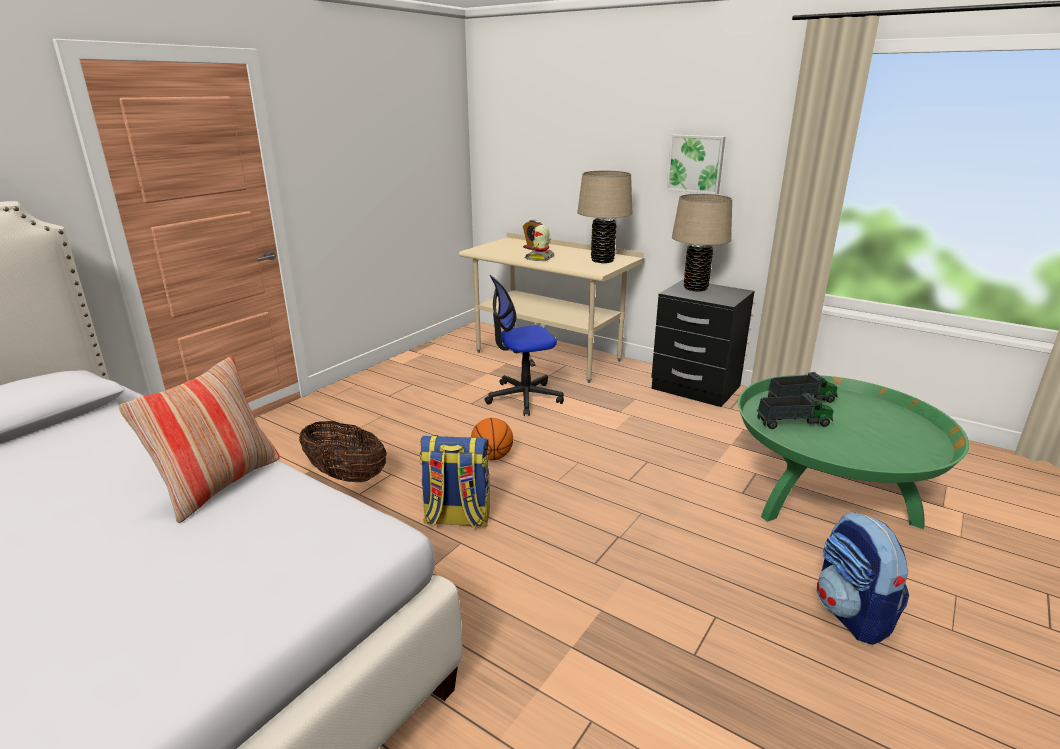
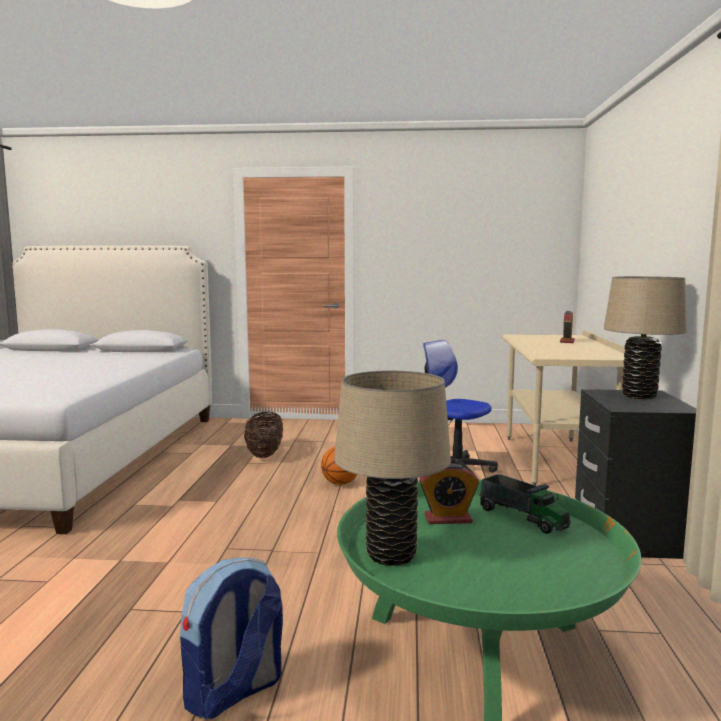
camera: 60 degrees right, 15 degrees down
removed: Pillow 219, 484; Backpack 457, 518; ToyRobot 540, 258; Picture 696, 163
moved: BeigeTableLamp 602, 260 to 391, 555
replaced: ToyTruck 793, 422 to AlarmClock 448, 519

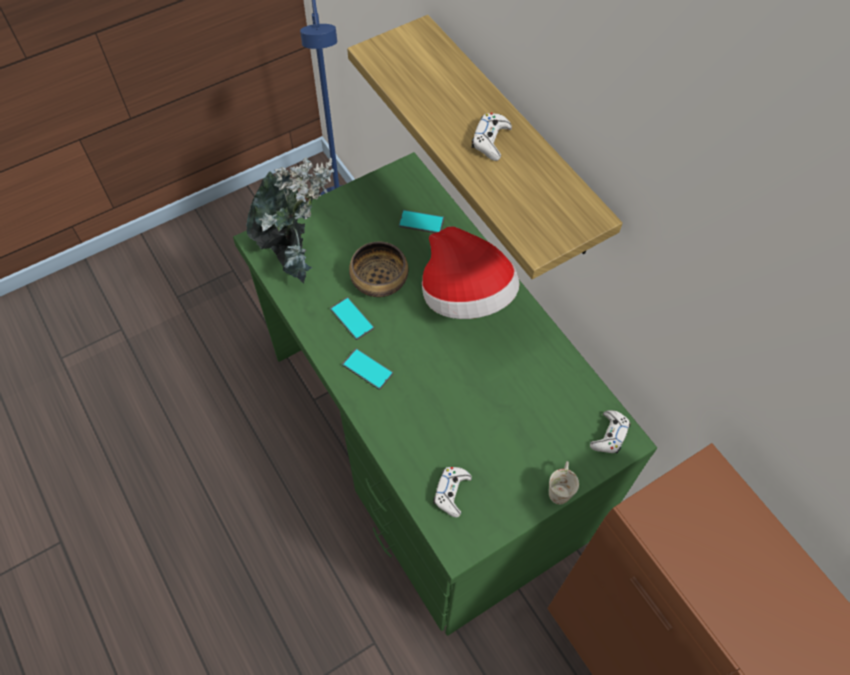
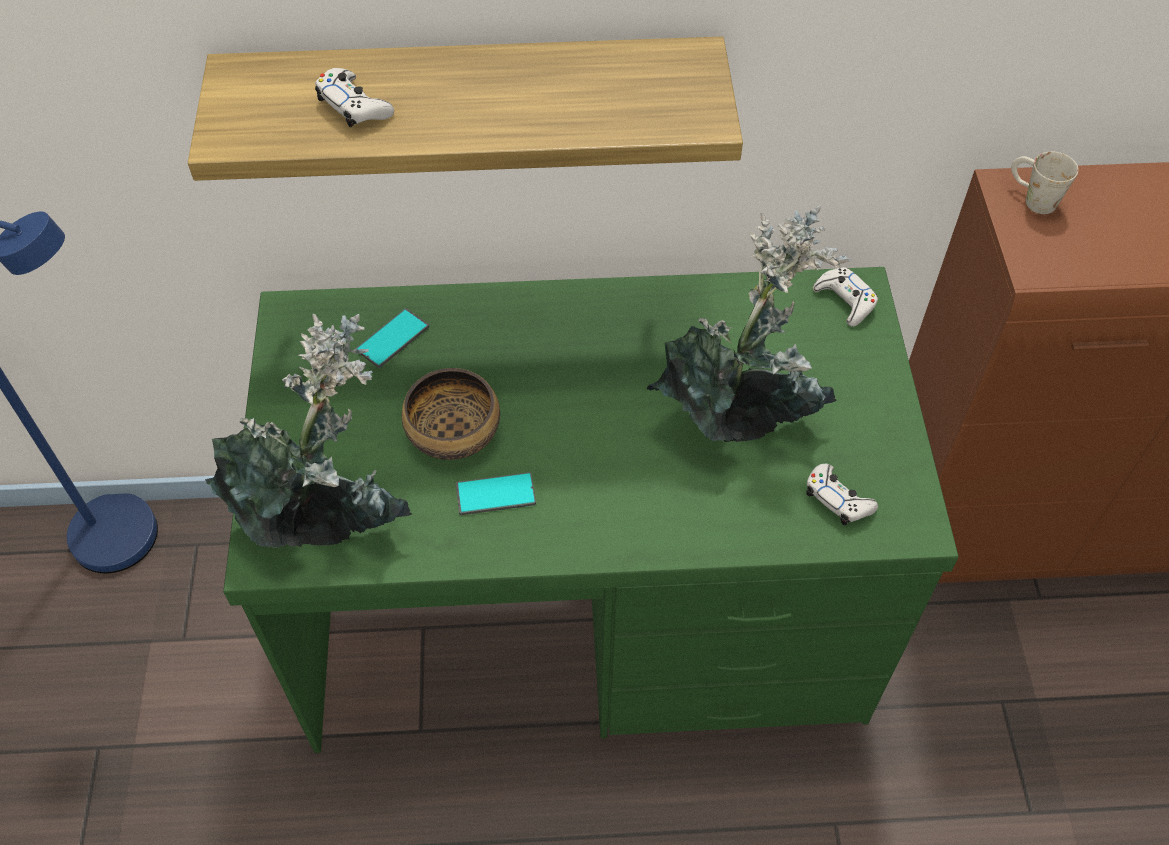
camera: 60 degrees left, 5 degrees down
removed: Phone 367, 369; Hat 466, 296
added: PottedPlant 740, 416
moved: WhiteGameController 490, 141 to 354, 106; WhiteMug 560, 487 to 1031, 198

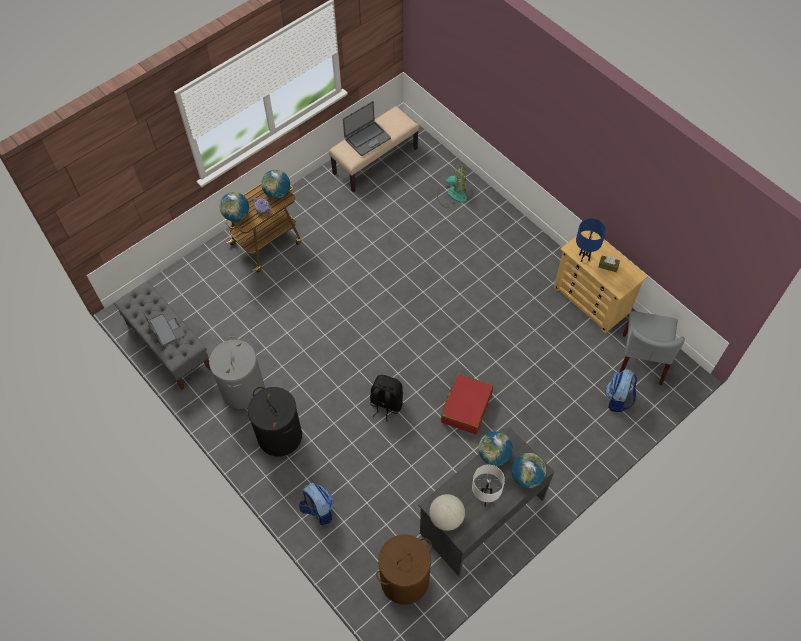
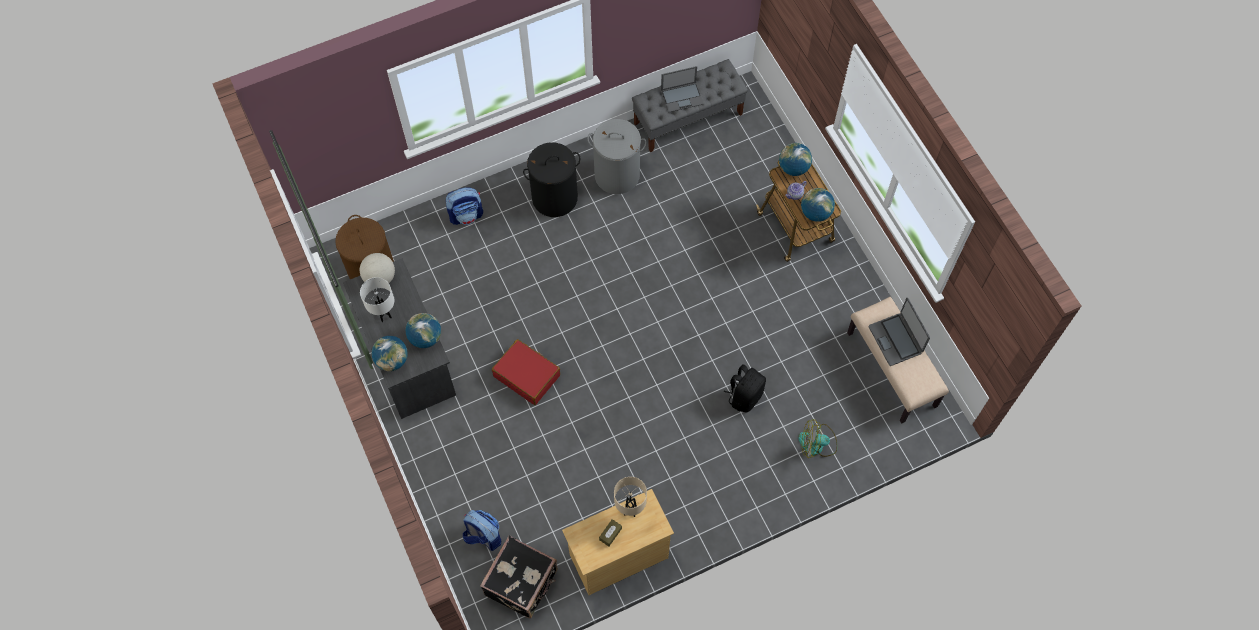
camera: 105 degrees right, 5 degrees up
moved: BlackBackpack 386, 404 to 744, 396
replaced: GreyChair 642, 359 to BlackSuitcase 522, 583
recoloured: BlueTableLamp 584, 257 to BeigeTableLamp 630, 511
turned: Fan 452, 194 = 817, 444 75 degrees clockwise

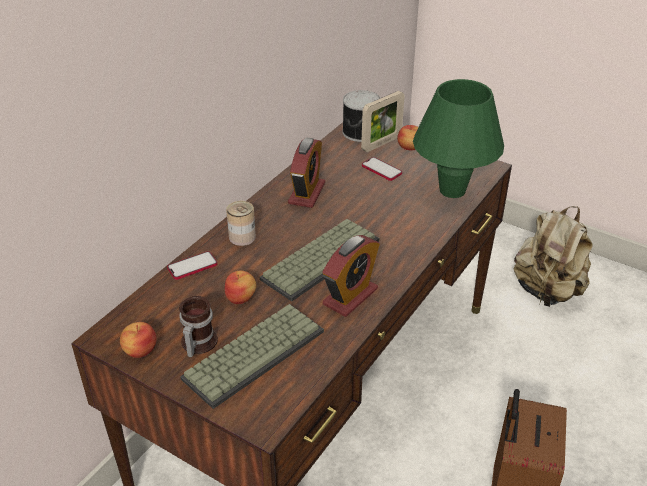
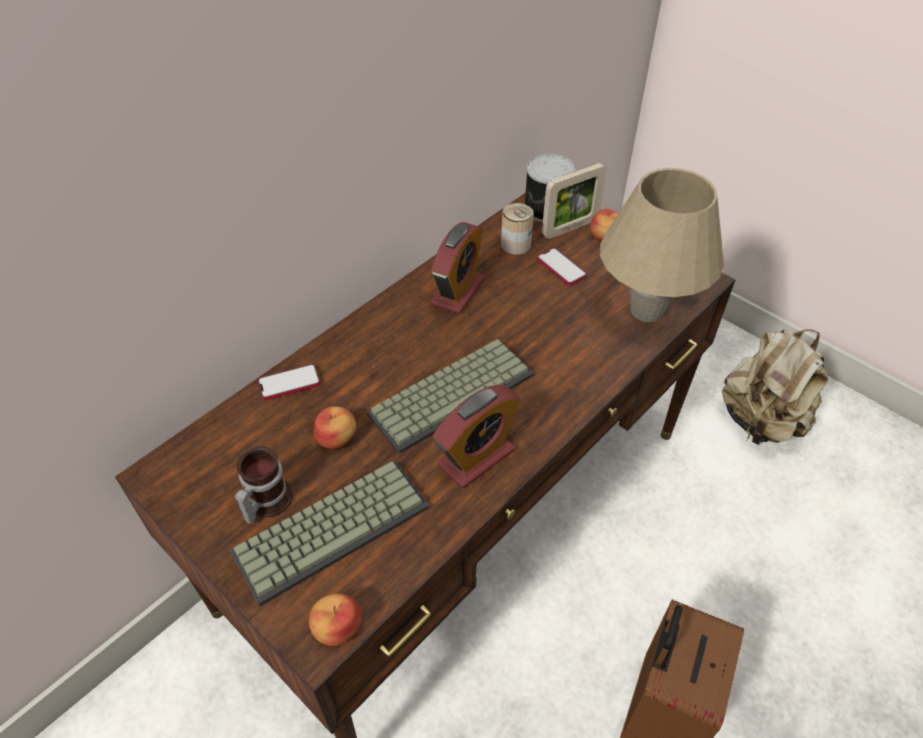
camera: 10 degrees right, 10 degrees up
moved: Apple 140, 350 to 337, 627; Can 242, 237 to 515, 244
recoloured: GreenTableLamp 452, 190 to BeigeTableLamp 647, 310

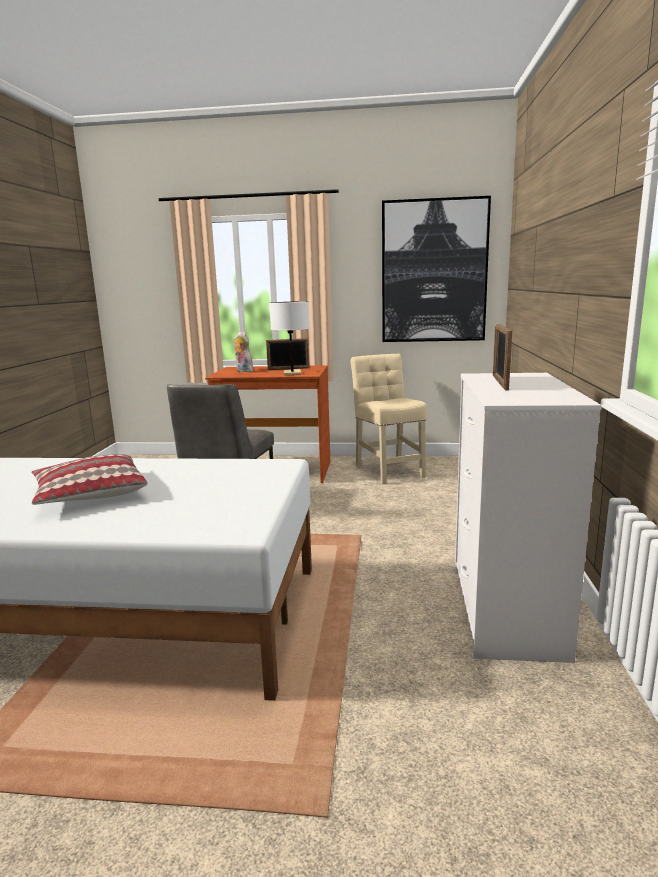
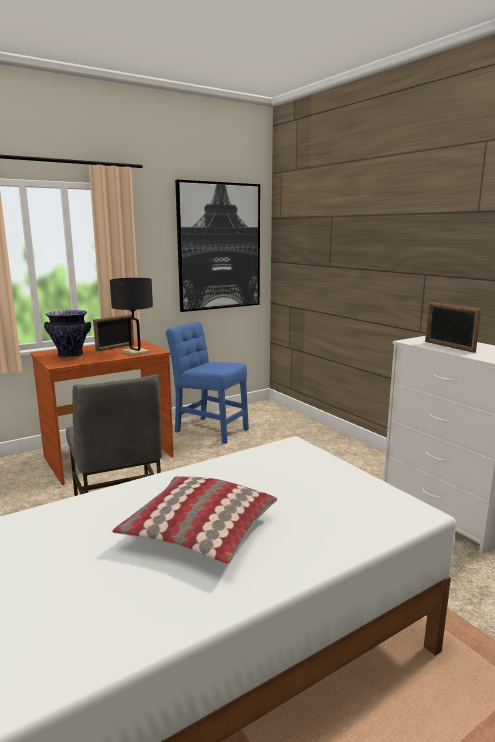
camera: 40 degrees left, 0 degrees up
replaced: PlushToy 243, 371 to Vase 70, 355
recoloured: WhiteTableLamp 292, 373 to BlackTableLamp 135, 352; BeigeChair 388, 470 to BlueChair 209, 429

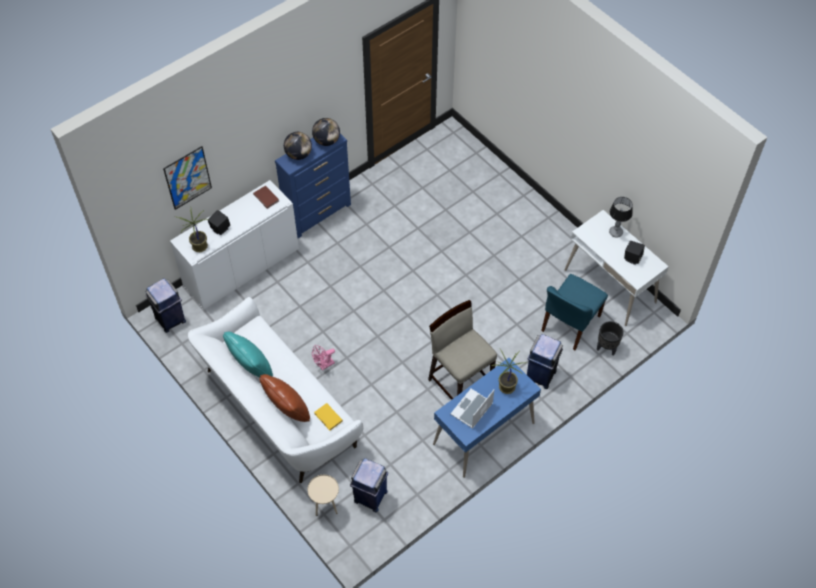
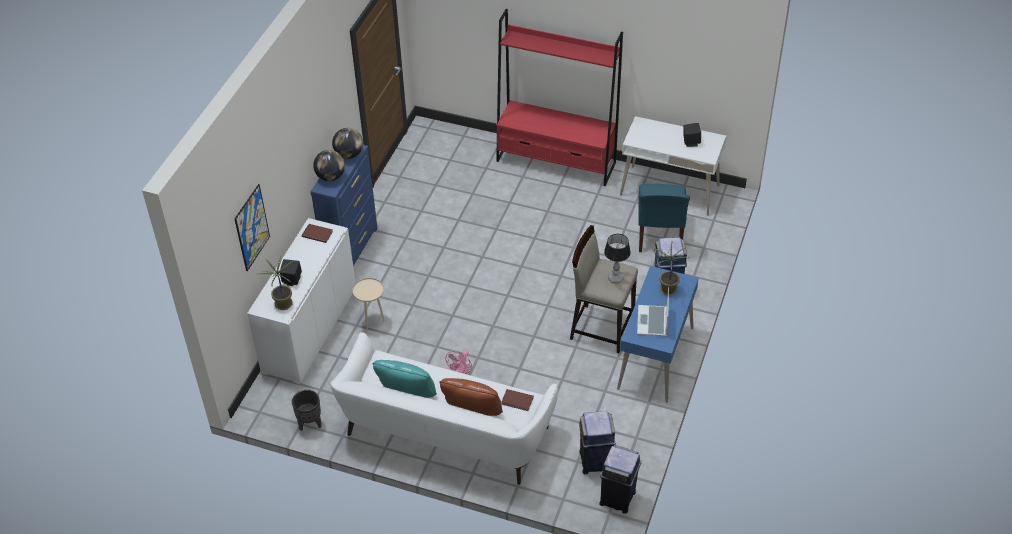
camera: 30 degrees left, 10 degrees down
added: RedBookcase 556, 162
moved: BlueTrashCan 170, 320 to 618, 498; BeigeSideTable 326, 508 to 372, 322; BlackPlanter 606, 348 to 309, 424; TableLamp 616, 232 to 616, 278
recoloured: YellowBook 328, 418 to BrownBook 517, 401

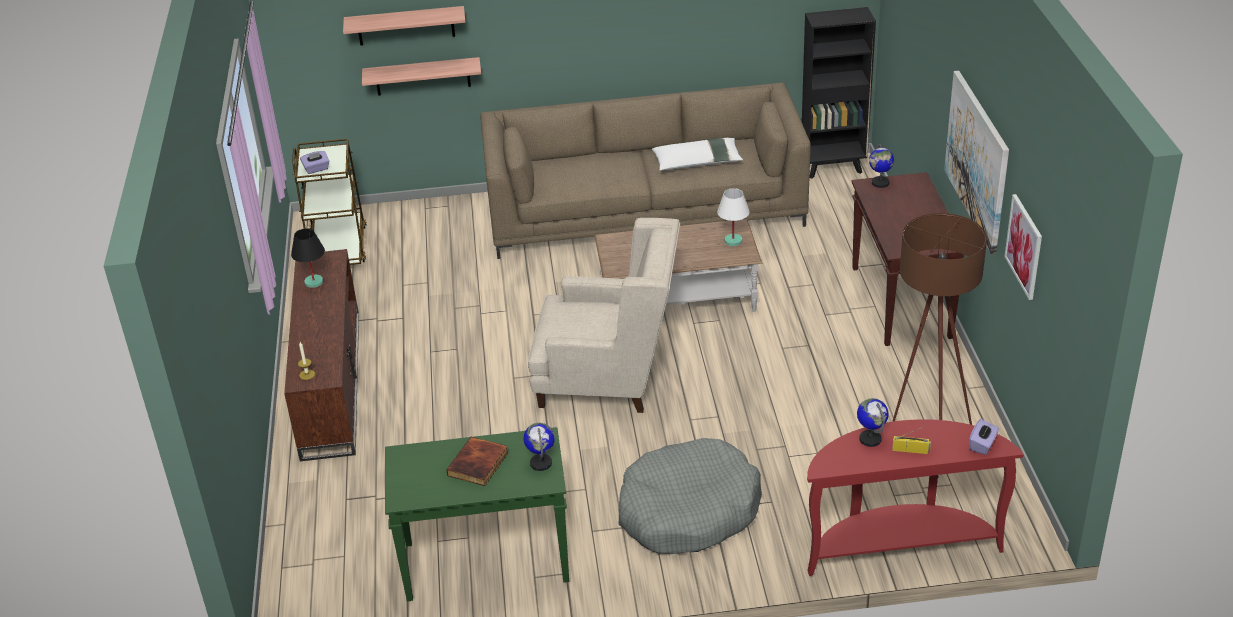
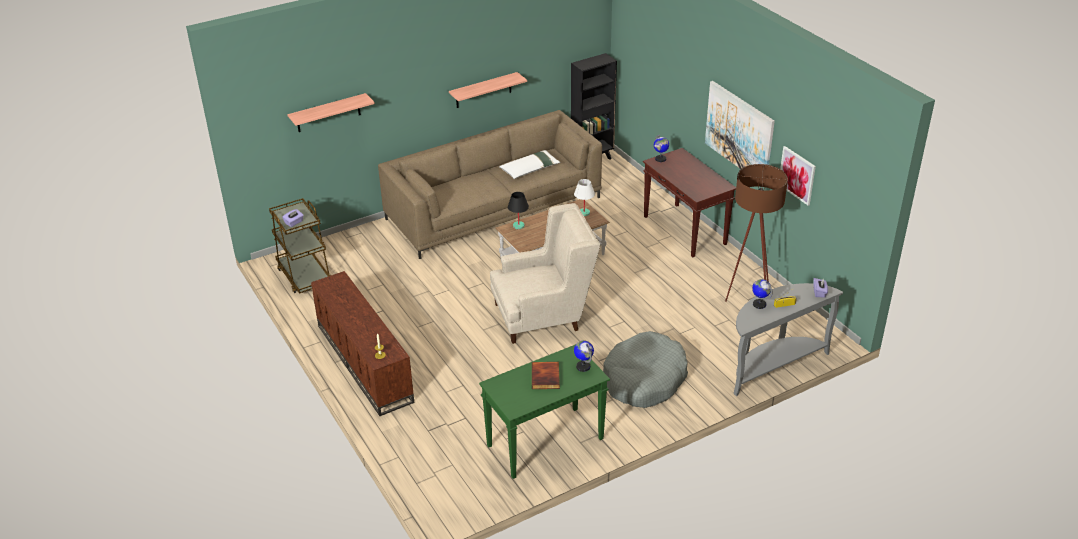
camera: 25 degrees left, 0 degrees up
moved: BlackTableLamp 313, 282 to 518, 226; Shelf 422, 76 to 483, 90
recoloured: RedConsoleTable 899, 545 to GreyConsoleTable 772, 365

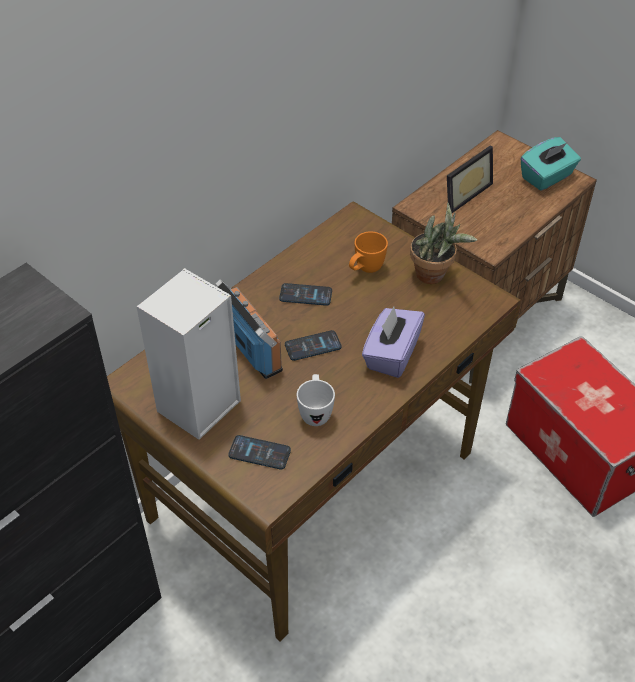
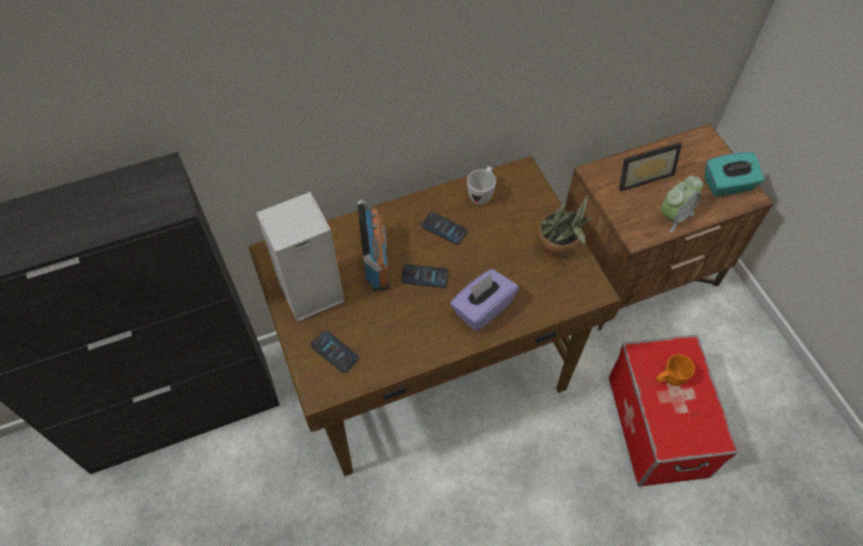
camera: 25 degrees right, 10 degrees up
added: AlarmClock 674, 216
moved: WhiteMug 315, 412 to 482, 194; OrangeMug 365, 270 to 668, 380

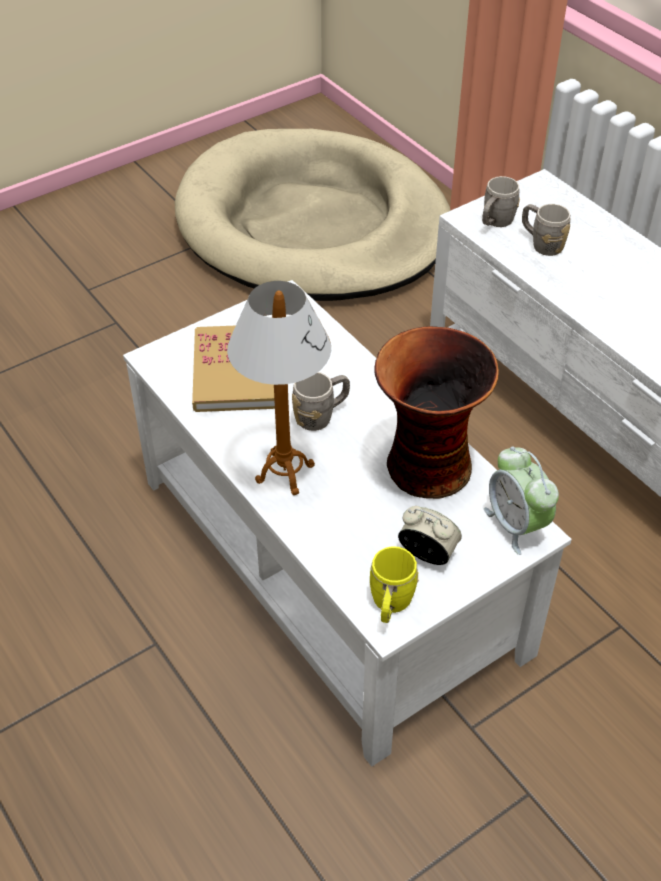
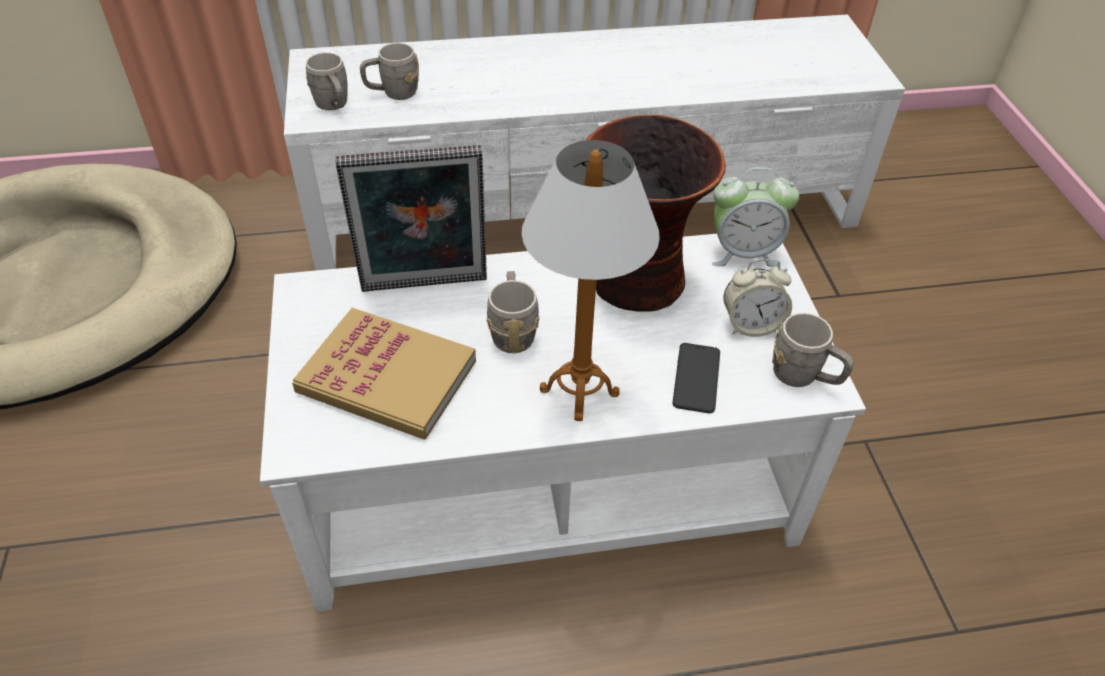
camera: 65 degrees left, 0 degrees up
added: PictureFrame 425, 287; Phone 696, 378
recoloured: YellowMug 390, 605 to GreyMug 804, 377
turned: AlarmClock 427, 554 = 751, 325 150 degrees counterclockwise

